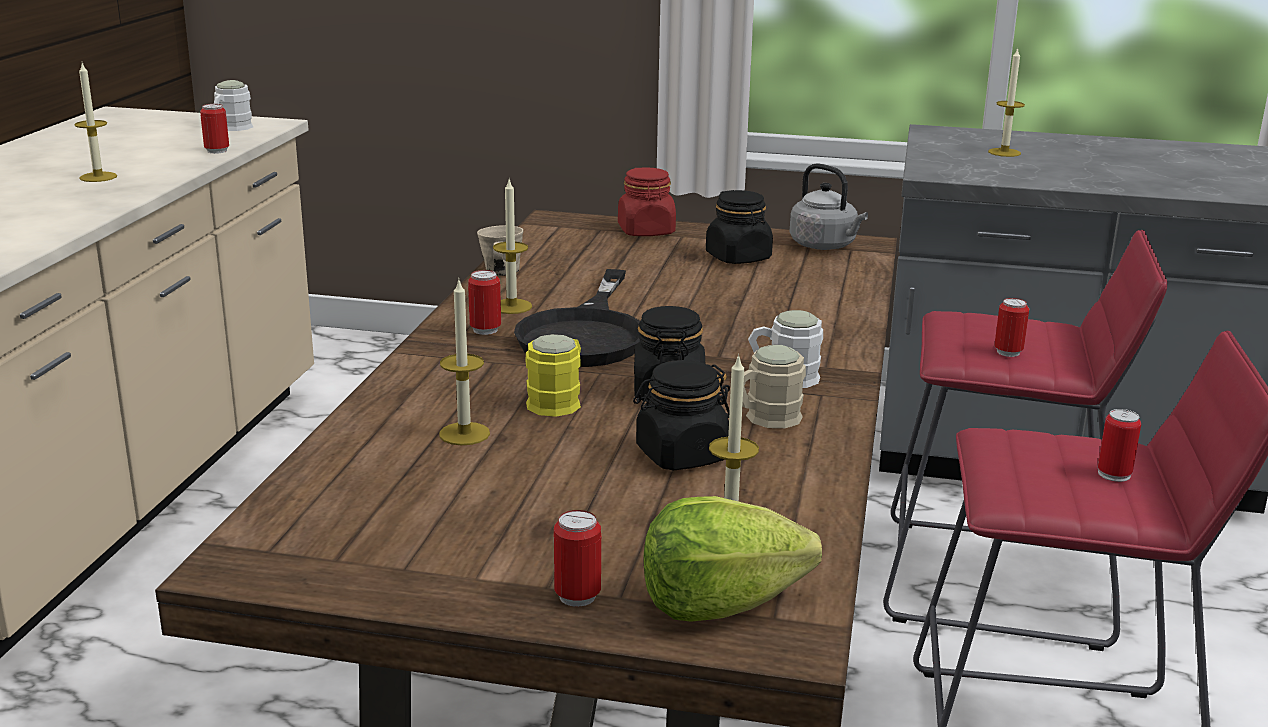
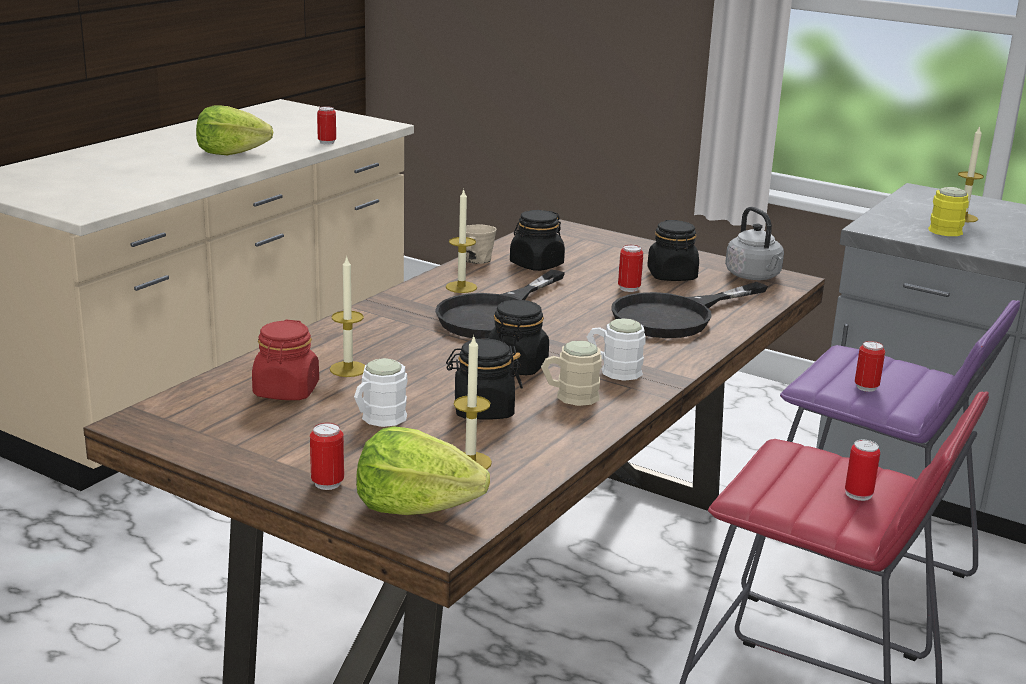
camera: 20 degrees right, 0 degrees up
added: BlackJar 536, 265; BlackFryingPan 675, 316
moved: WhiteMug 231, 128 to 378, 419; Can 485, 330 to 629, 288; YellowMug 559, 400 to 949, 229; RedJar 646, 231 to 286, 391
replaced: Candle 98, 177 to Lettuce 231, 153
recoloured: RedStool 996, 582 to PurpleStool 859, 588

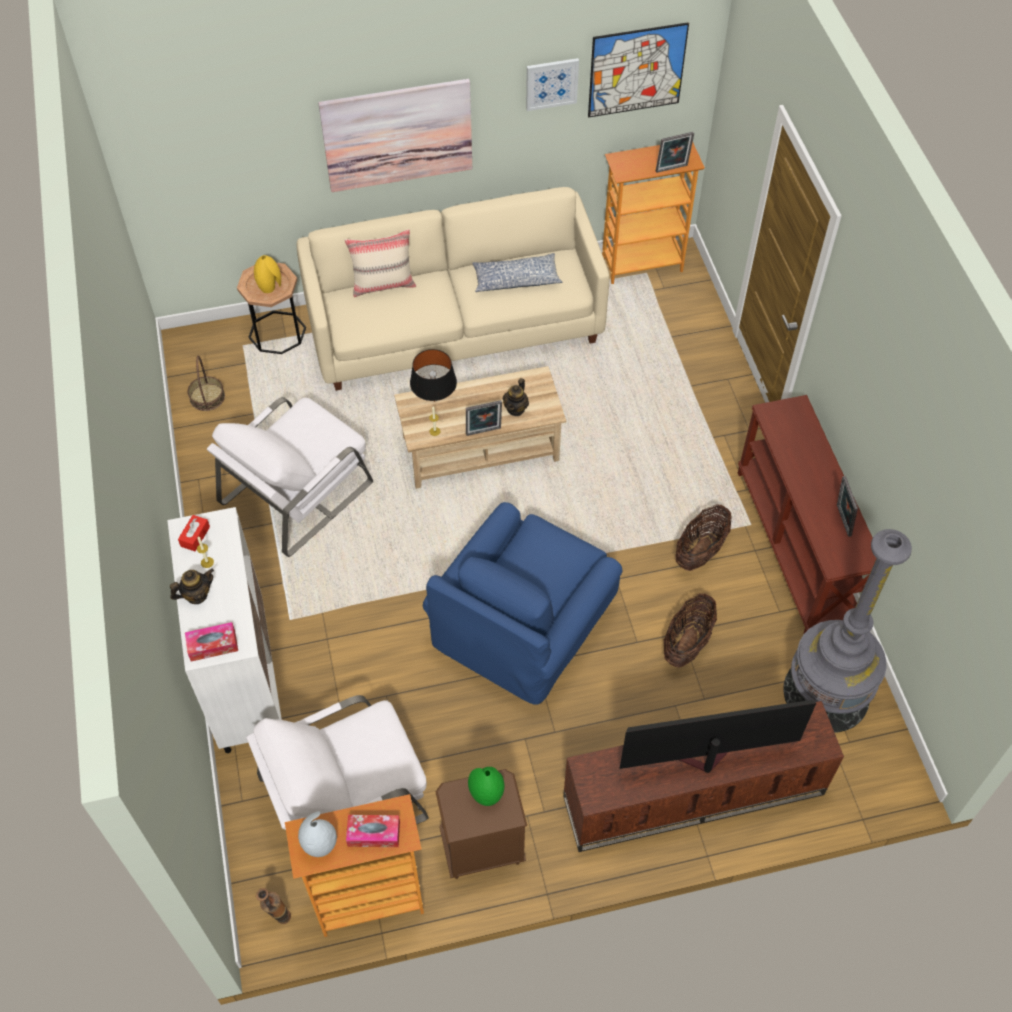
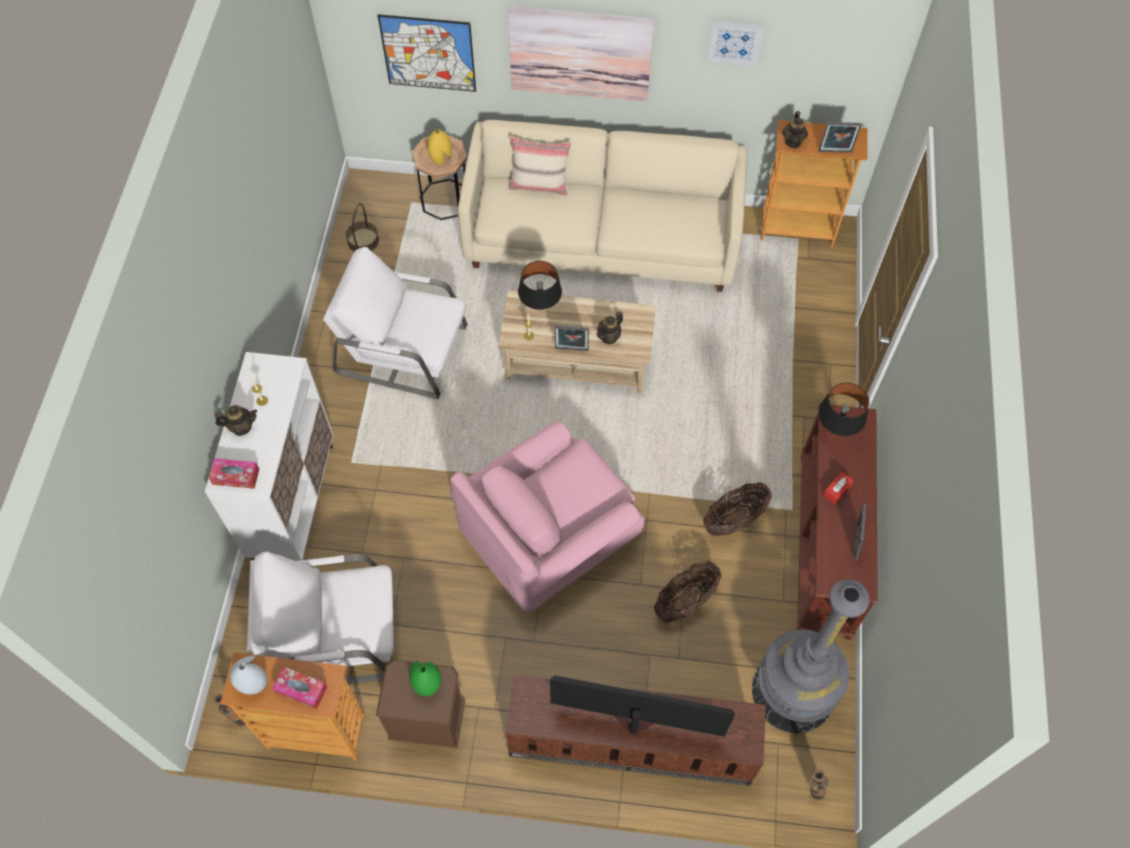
camera: 20 degrees right, 5 degrees up
removed: Pillow 515, 279
added: Teapot 793, 141; Vase 812, 791; BlackTableLamp 835, 430
moved: RedTissueBox 195, 536 to 837, 490; Picture 637, 70 to 428, 53
recoloured: BlueArmchair 526, 621 to PinkArmchair 550, 532
turned: WhiteArmchair 297, 491 = 404, 349 45 degrees clockwise

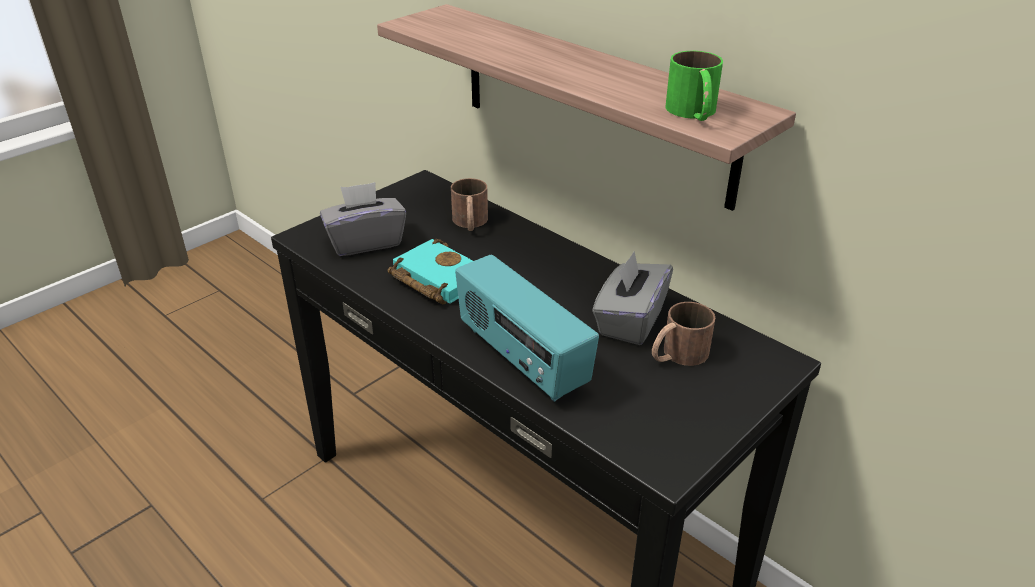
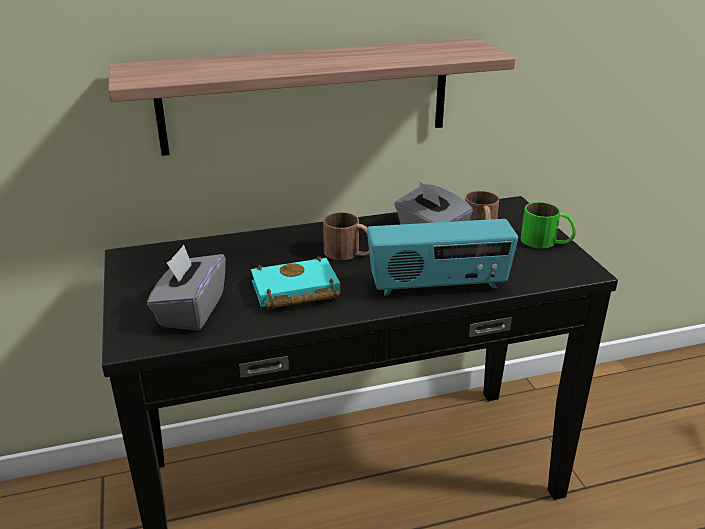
camera: 60 degrees left, 5 degrees down
moved: BrownMug 470, 223 to 349, 253; GreenMug 694, 113 to 547, 242

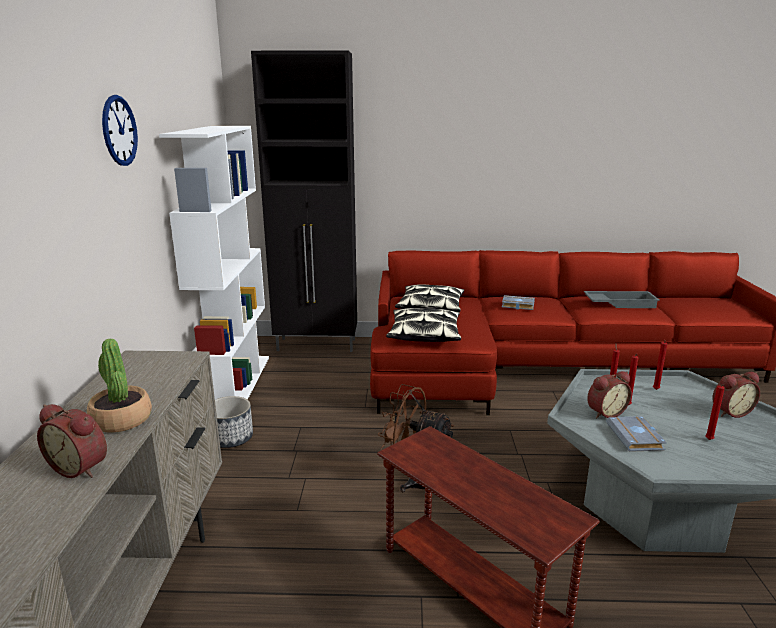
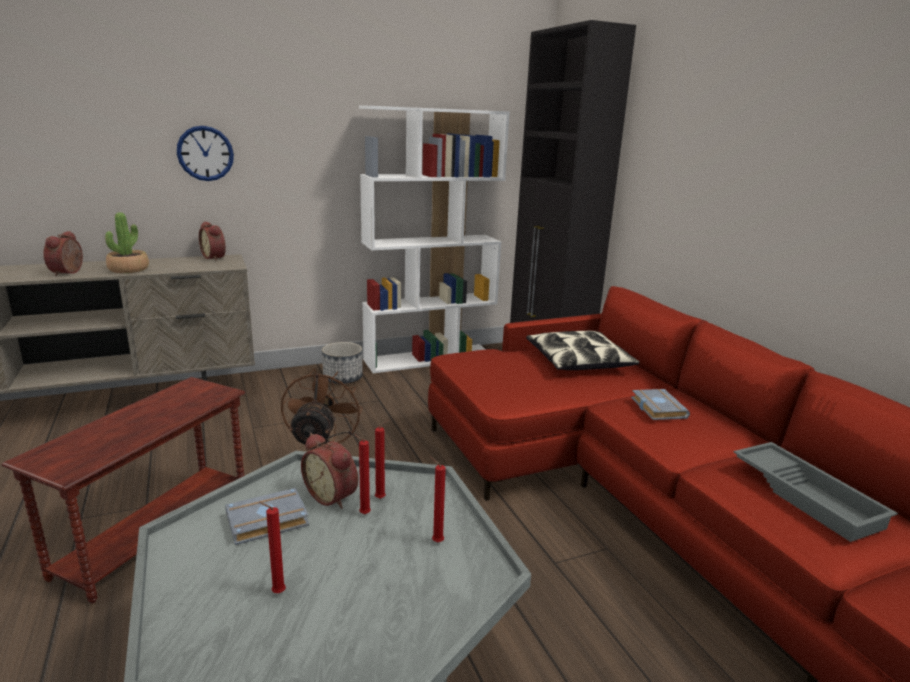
camera: 65 degrees right, 0 degrees up
removed: Pillow 424, 334
moved: WallClock 119, 131 to 205, 153; AlarmClock 729, 411 to 215, 257

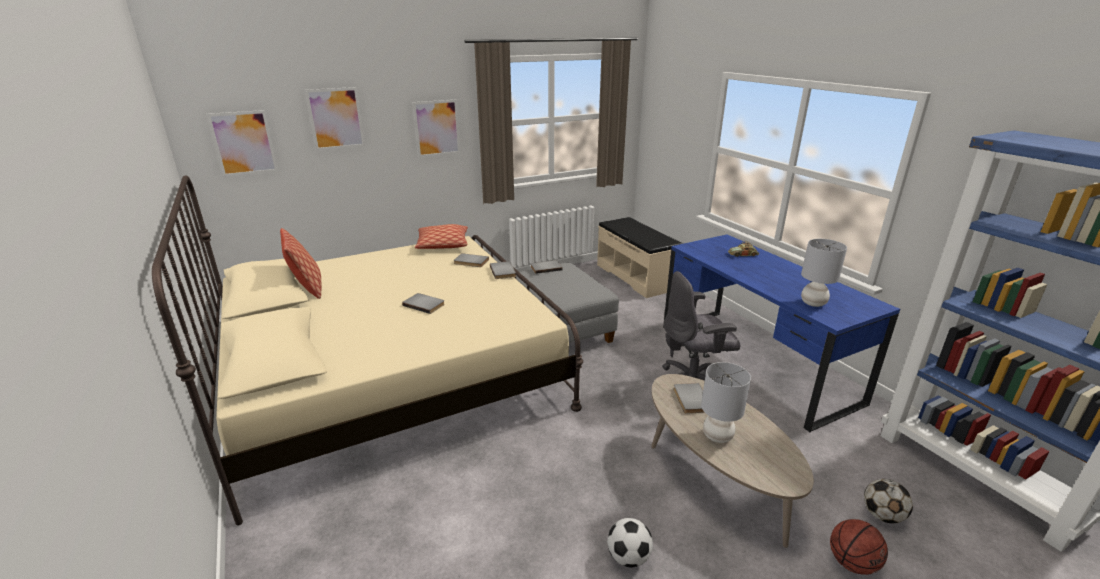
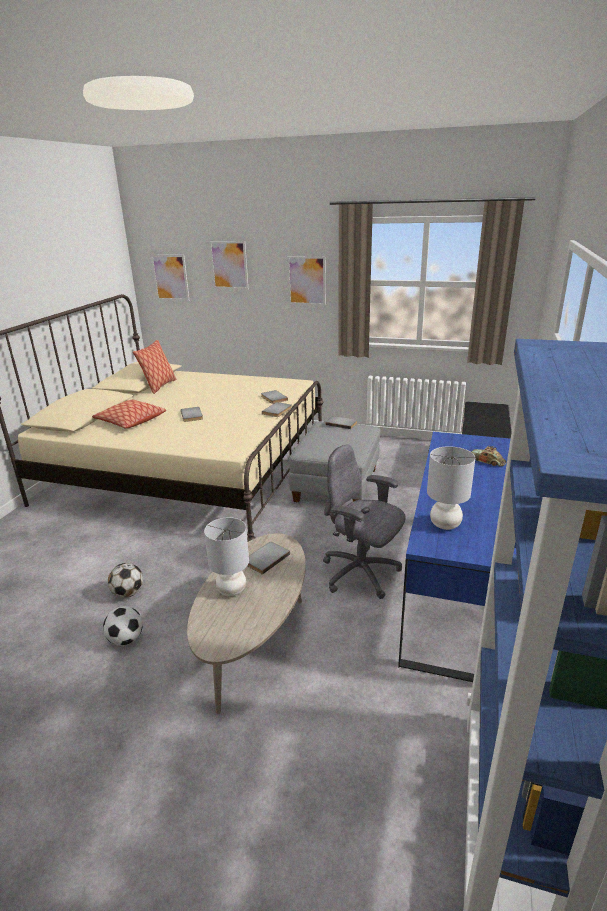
camera: 45 degrees right, 0 degrees up
removed: Basketball 852, 563
moved: Pillow 442, 244 to 130, 421; Football 882, 515 to 128, 593

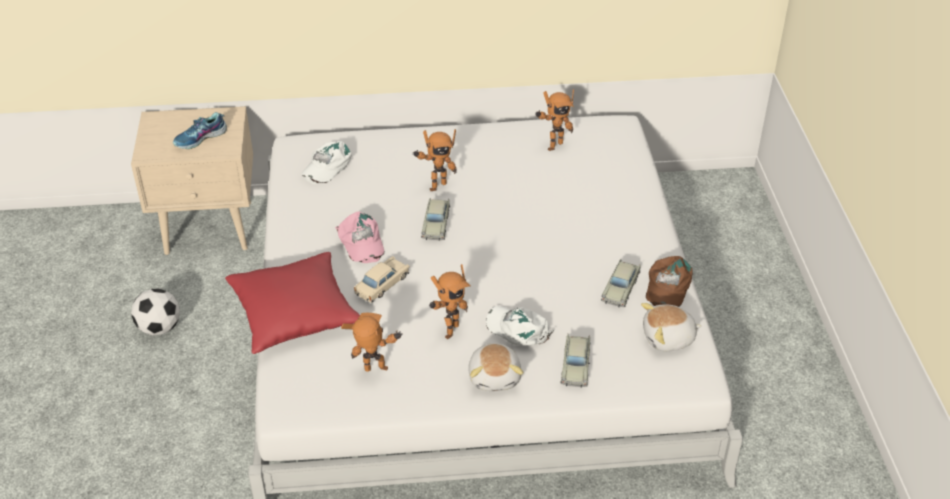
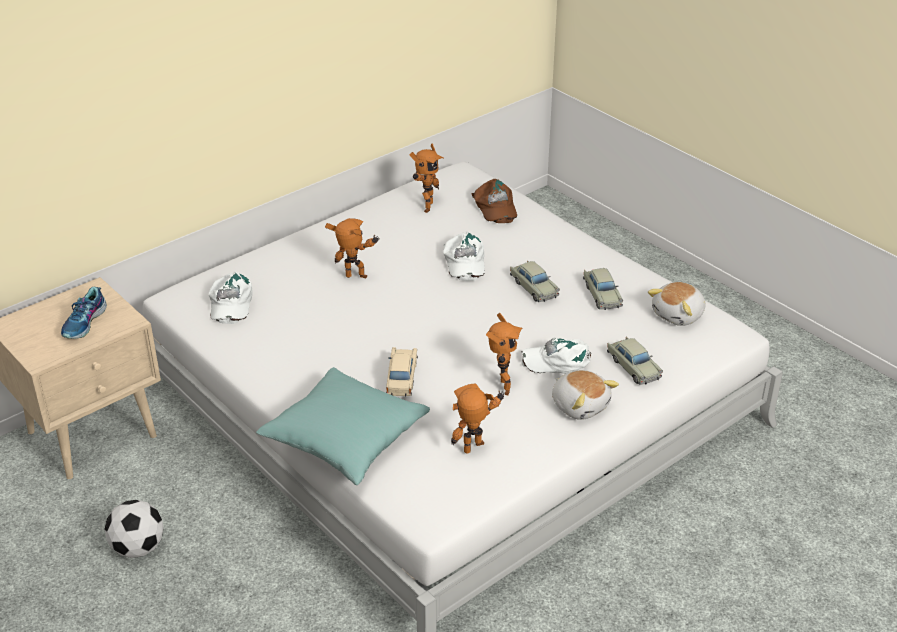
camera: 35 degrees left, 5 degrees down
removed: PinkCap 361, 242
added: WhiteCap 464, 262
moved: BeigeToyCar 436, 224 to 534, 287; BrownCap 667, 286 to 495, 207
recoloured: RedPillow 294, 314 to TurquoisePillow 345, 439
turned: ToyRobot 436, 185 = 356, 279 105 degrees counterclockwise

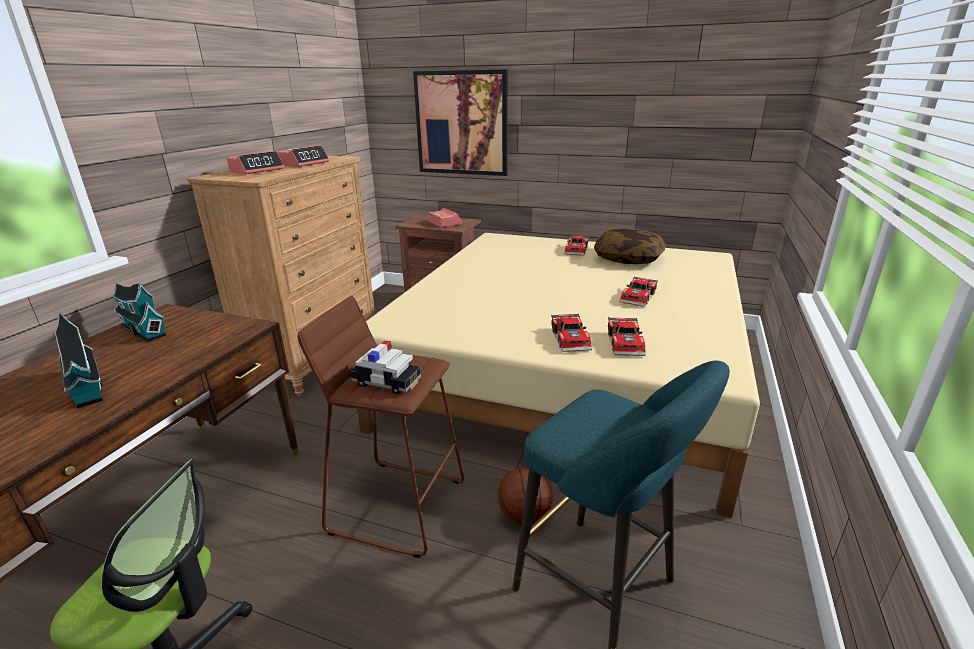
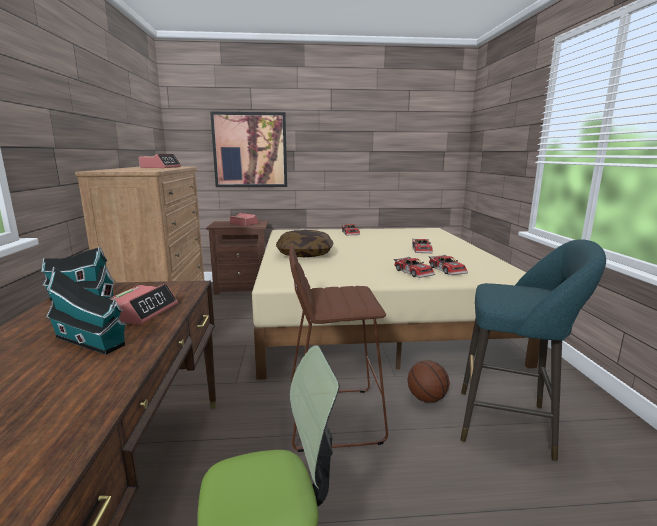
camera: 25 degrees left, 10 degrees down
removed: ToyCar 387, 382
moved: AlarmClock 257, 170 to 141, 312; Pillow 628, 258 to 305, 254

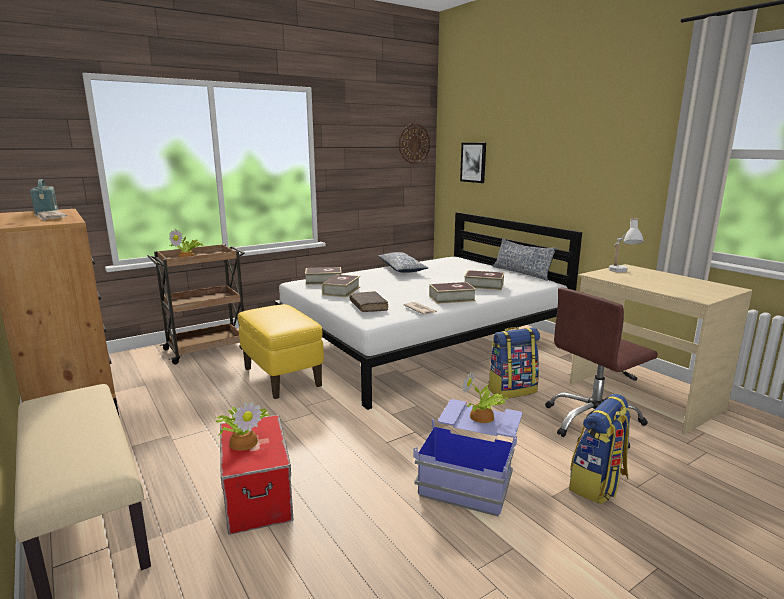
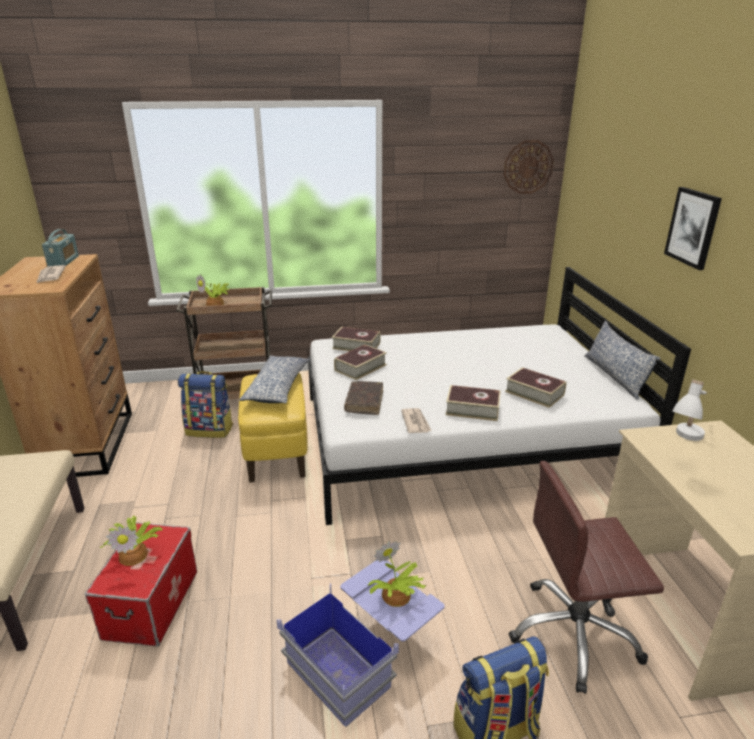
camera: 25 degrees right, 10 degrees up
moved: Pillow 401, 269 to 278, 387; Picture 473, 162 to 693, 227; Backpack 512, 390 to 210, 430

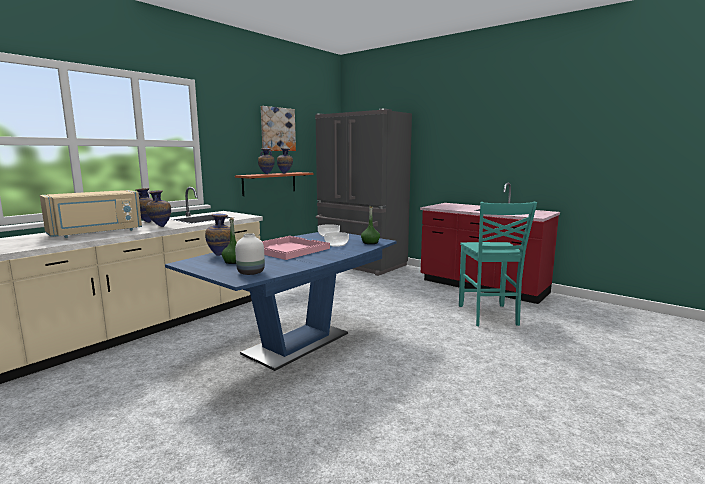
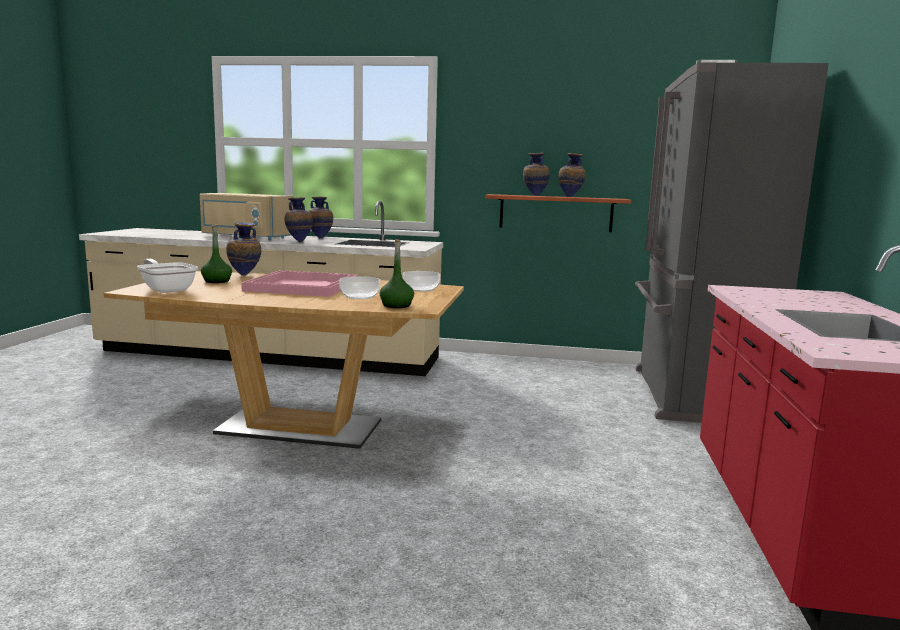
camera: 60 degrees right, 0 degrees up
removed: Picture 277, 129; TurquoiseChair 488, 316
replaced: WhiteVase 250, 272 to FryingPan 167, 289
recoloured: BlueDiningTable 296, 344 to BrownDiningTable 300, 428

